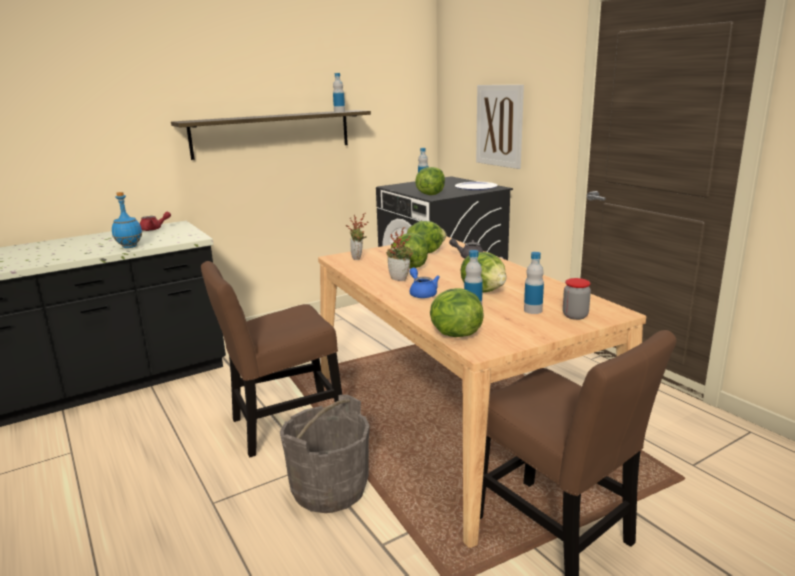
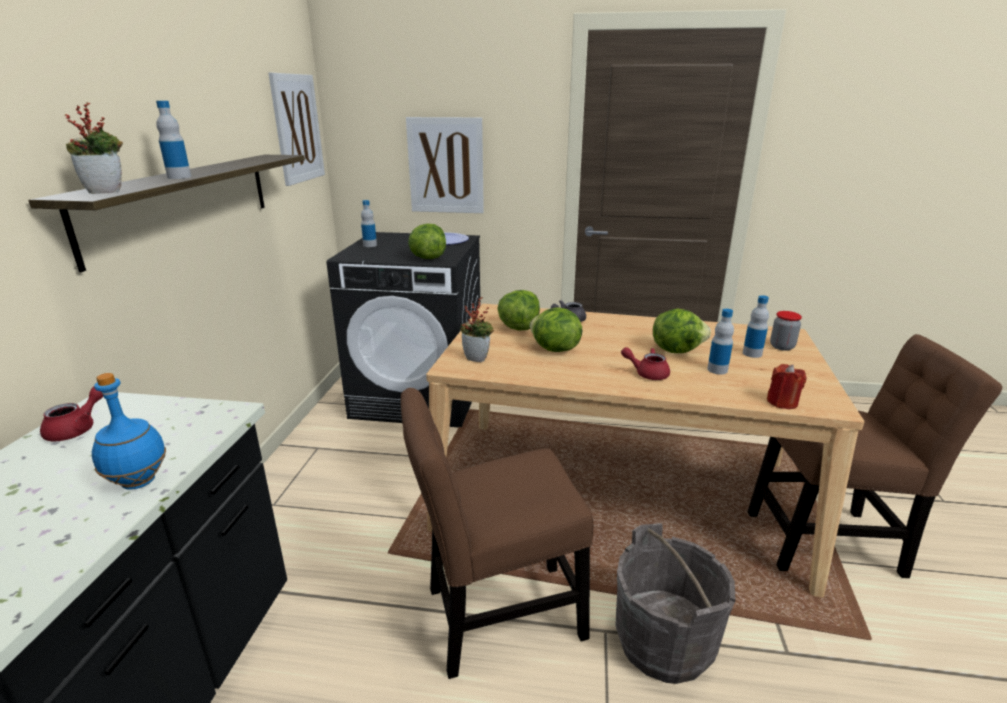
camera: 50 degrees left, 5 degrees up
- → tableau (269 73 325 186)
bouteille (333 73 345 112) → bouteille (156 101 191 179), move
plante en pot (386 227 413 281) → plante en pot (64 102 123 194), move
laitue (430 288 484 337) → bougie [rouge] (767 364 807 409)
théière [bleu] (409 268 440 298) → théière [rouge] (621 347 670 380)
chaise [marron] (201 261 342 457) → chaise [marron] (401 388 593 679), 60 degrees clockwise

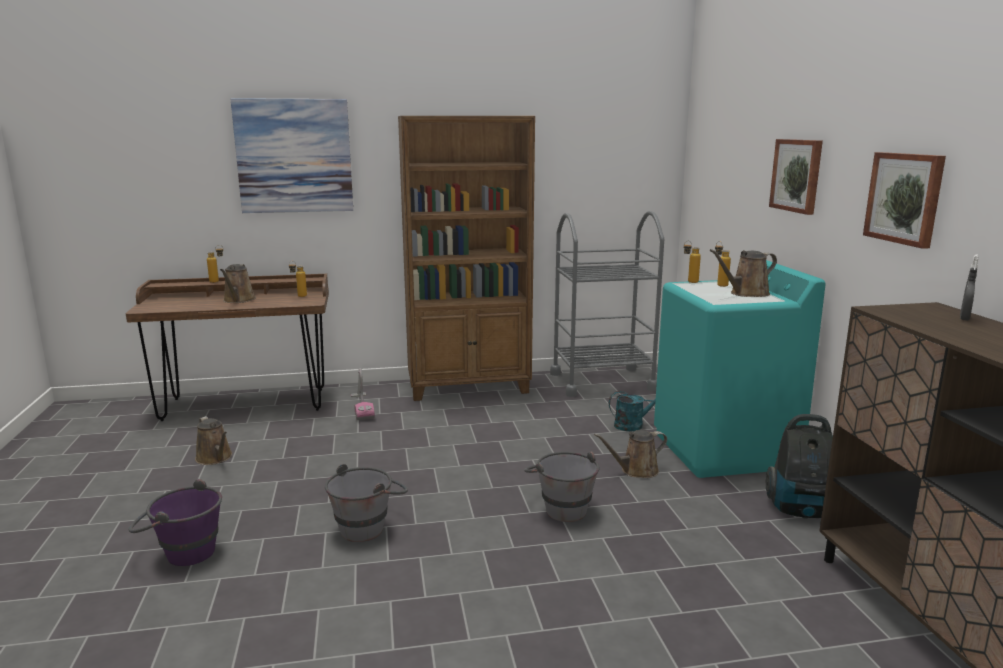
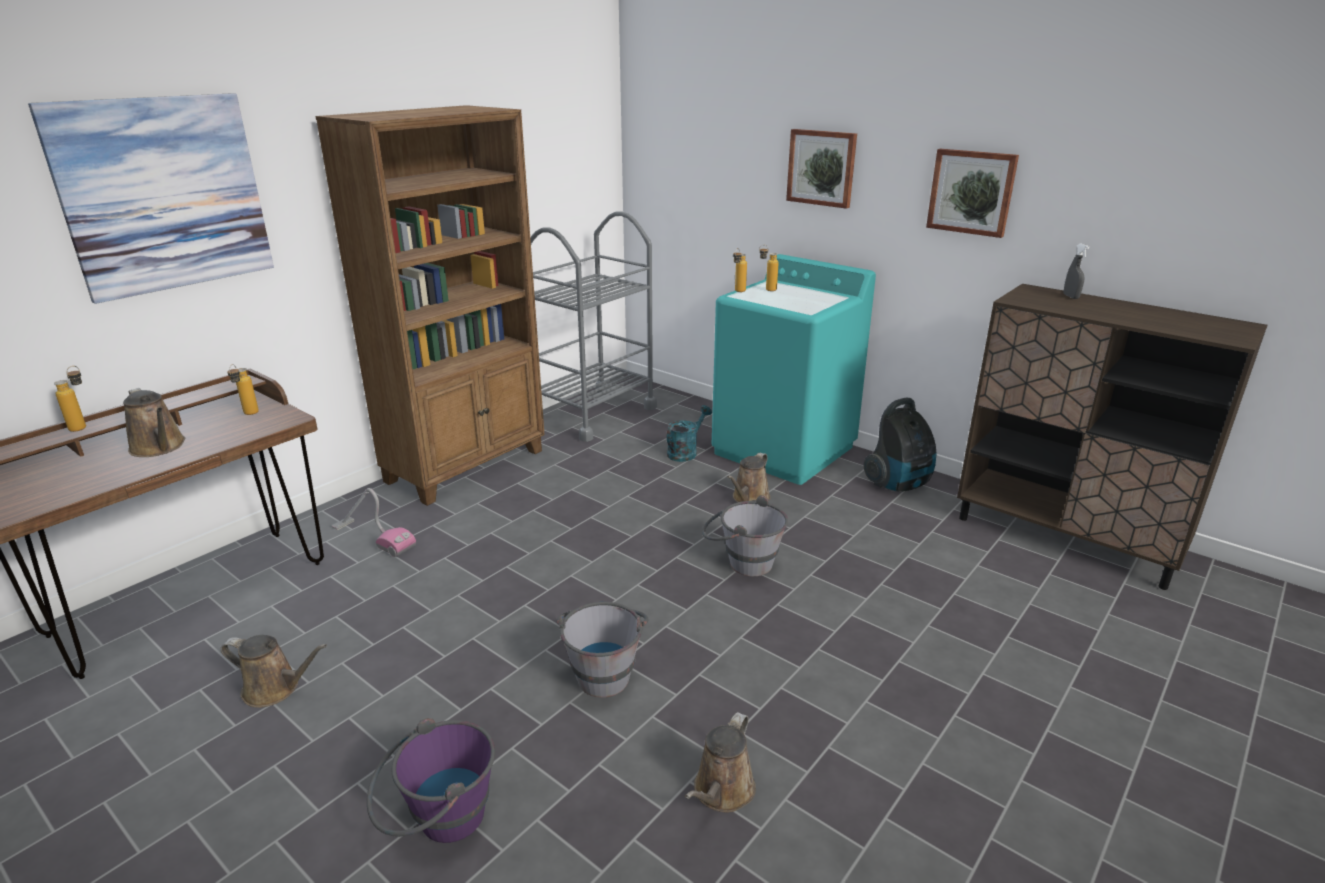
camera: 40 degrees left, 10 degrees up
arrosoir [marron] (710 249 777 297) → arrosoir [marron] (685 712 756 812), move

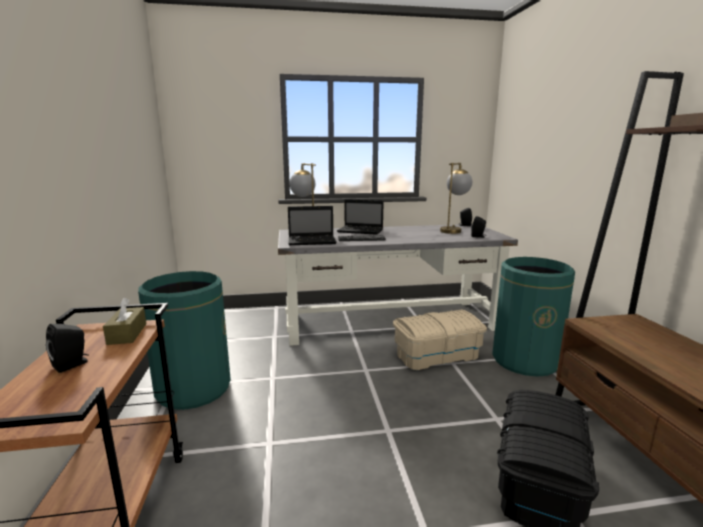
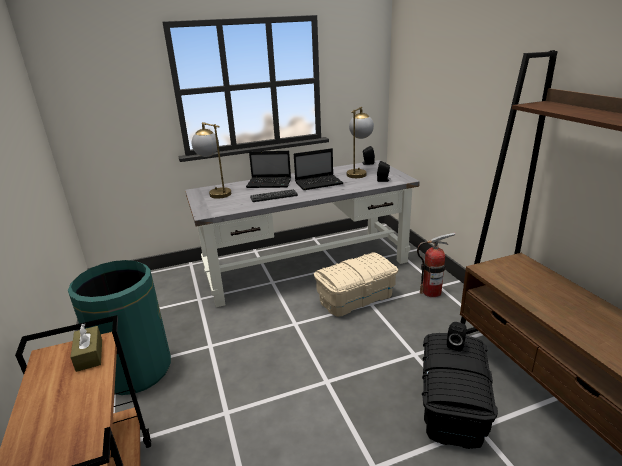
camera: 10 degrees left, 10 degrees up
enceinte [noir] (46 324 89 373) → enceinte [noir] (447 322 467 352), move
ordinateur portable (288 206 336 245) → ordinateur portable (294 148 343 190), move
poubelle [vert] (492 257 575 377) → extincteur (417 233 456 297)

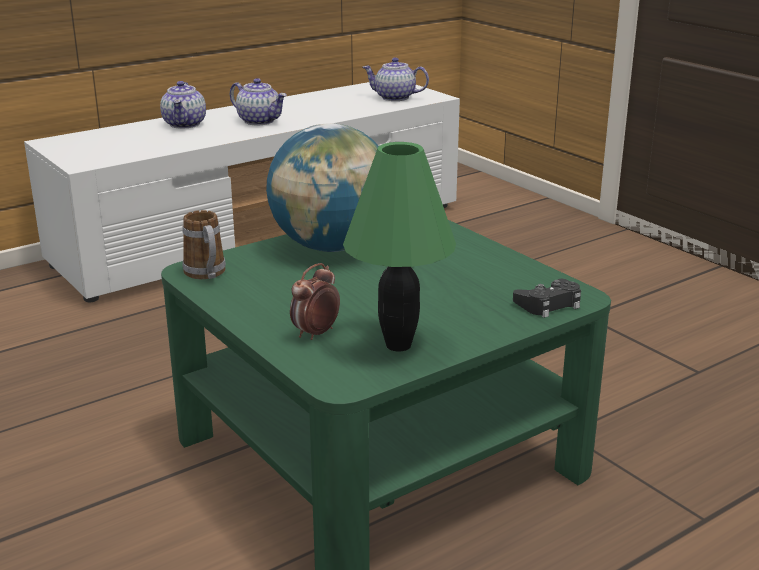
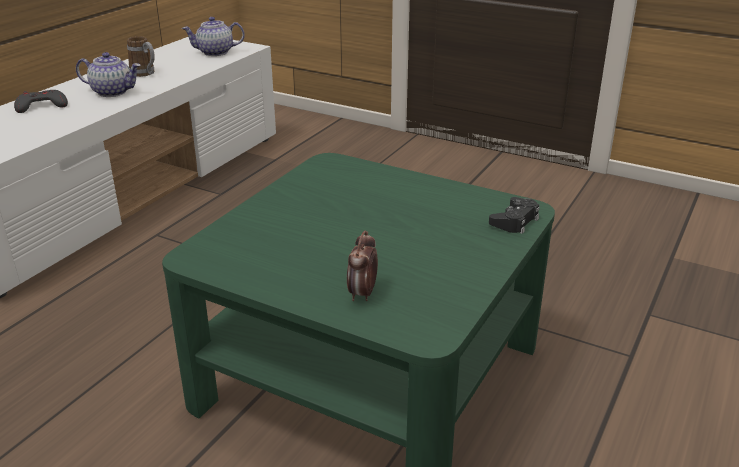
camera: 25 degrees left, 5 degrees up
globe (266 123 379 252) → -
lampe de table [vert] (343 142 456 351) → -
mug (183 210 226 279) → mug (127 36 155 77), move
théière (160 81 206 128) → manette [gris] (14 90 68 113)

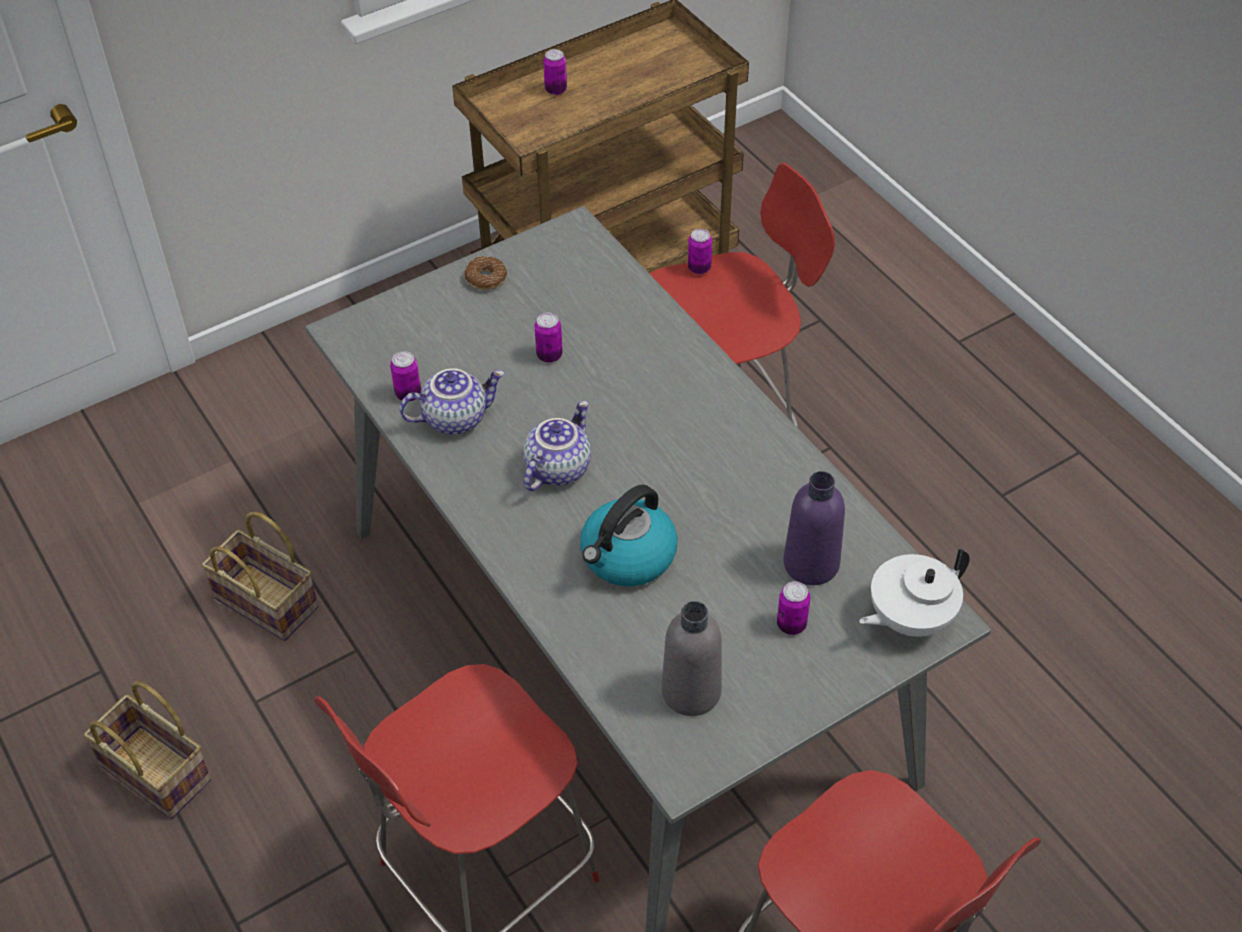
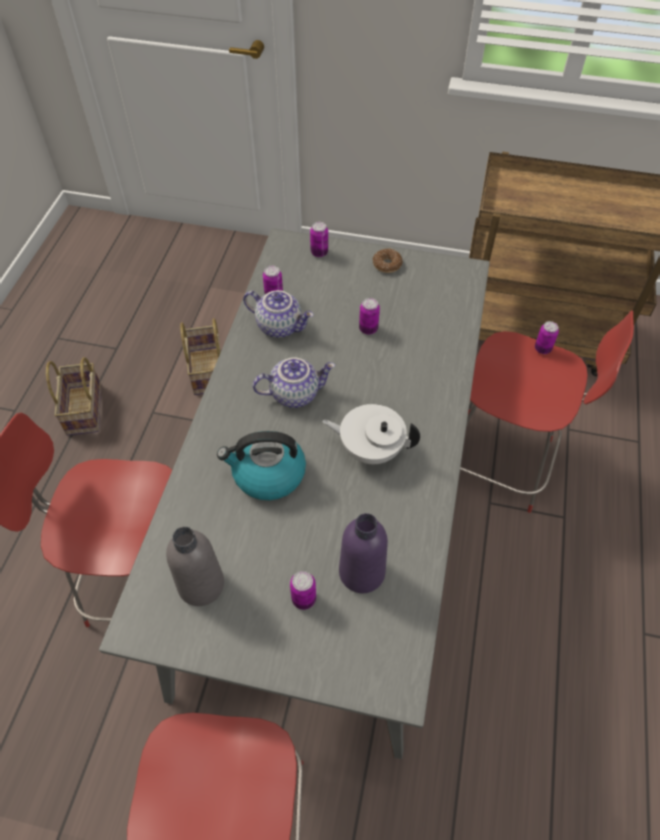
camera: 45 degrees right, 5 degrees up
boîte métallique (543 49 567 95) → boîte métallique (310 222 328 257), move
théière [blanc] (859 549 970 637) → théière [blanc] (322 404 420 464), move

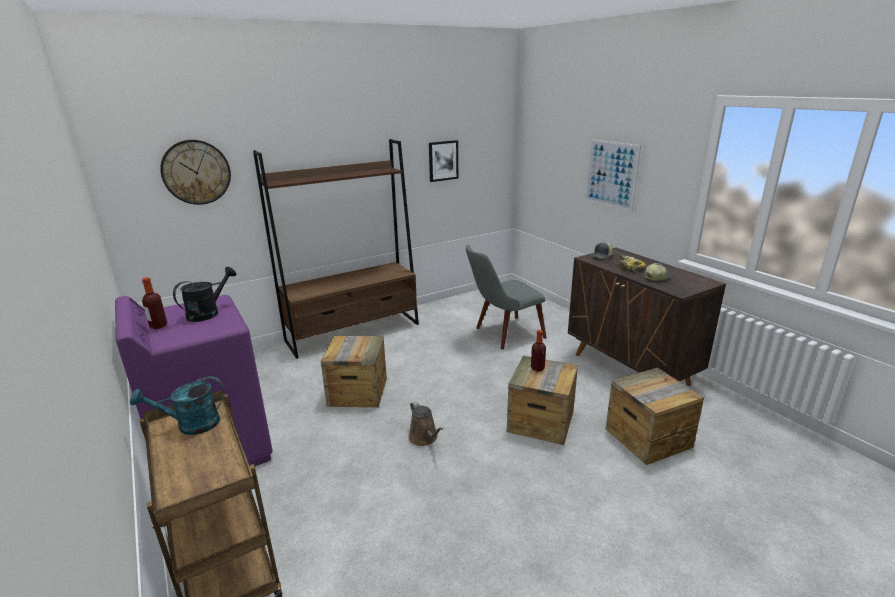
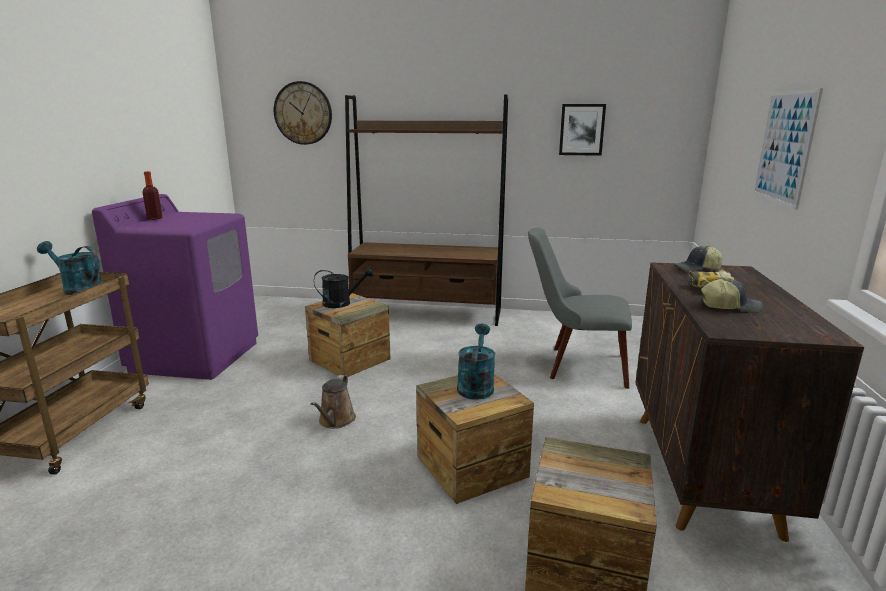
camera: 40 degrees right, 5 degrees down
arrosoir [noir] (173 267 236 322) → arrosoir [noir] (314 267 374 308), move
bouteille (531 330 546 372) → arrosoir [turquoise] (457 324 495 400)

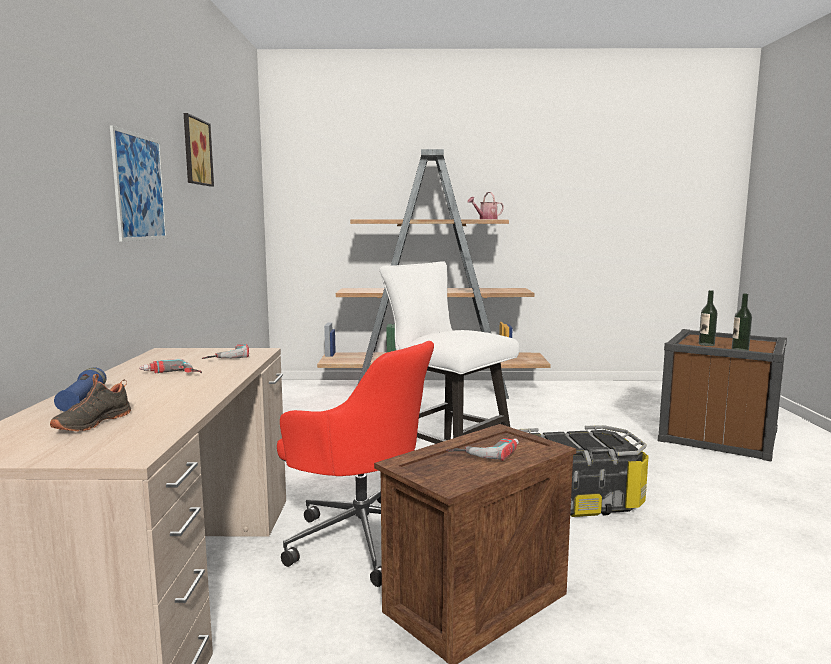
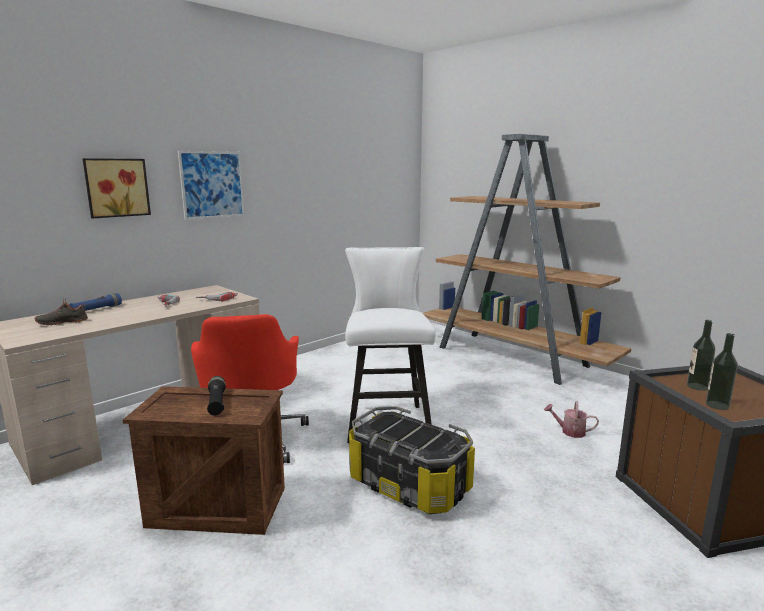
camera: 45 degrees right, 5 degrees up
tableau (184 113 214 187) → tableau (82 158 151 219), move
arrosoir (467 192 504 219) → arrosoir (544 401 599 438), move
perceuse (446 438 519 461) → lampe de poche [noir] (207 376 226 416)

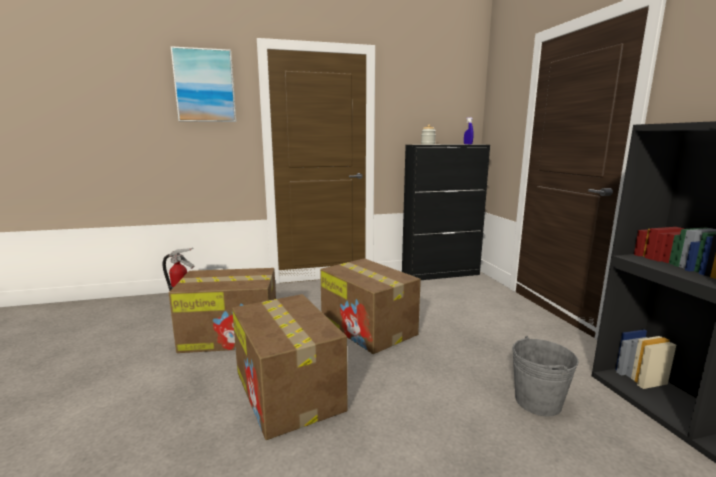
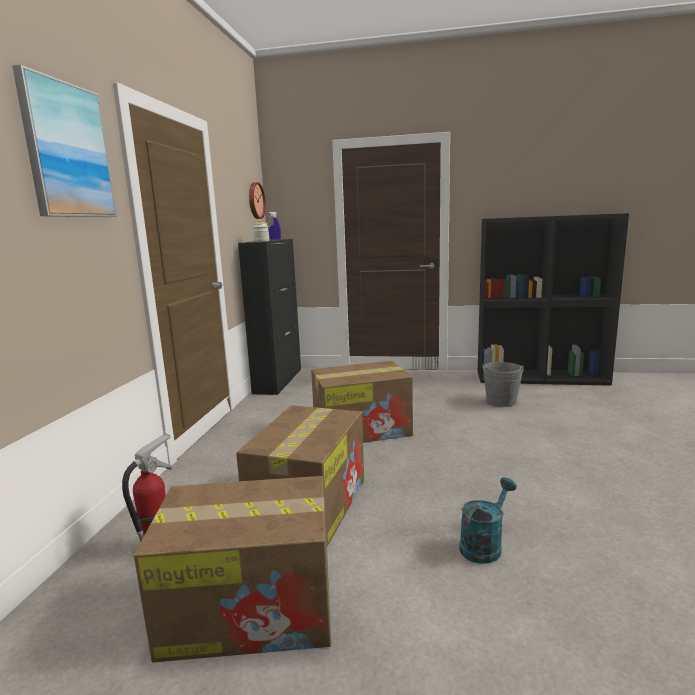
camera: 65 degrees left, 0 degrees up
- → horloge murale (249 182 266 219)
- → arrosoir [turquoise] (459 477 517 564)
carton (232 294 347 440) → carton (134 476 331 663), move

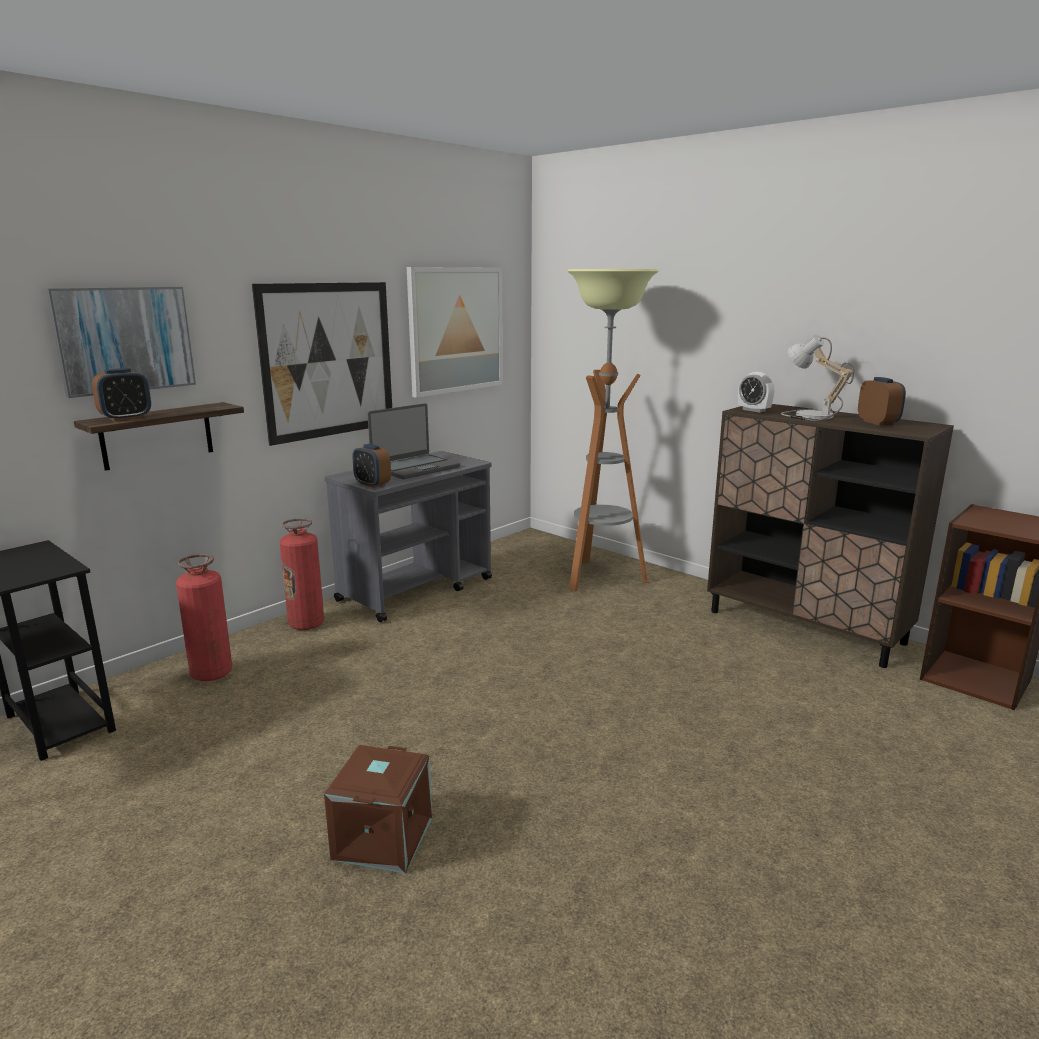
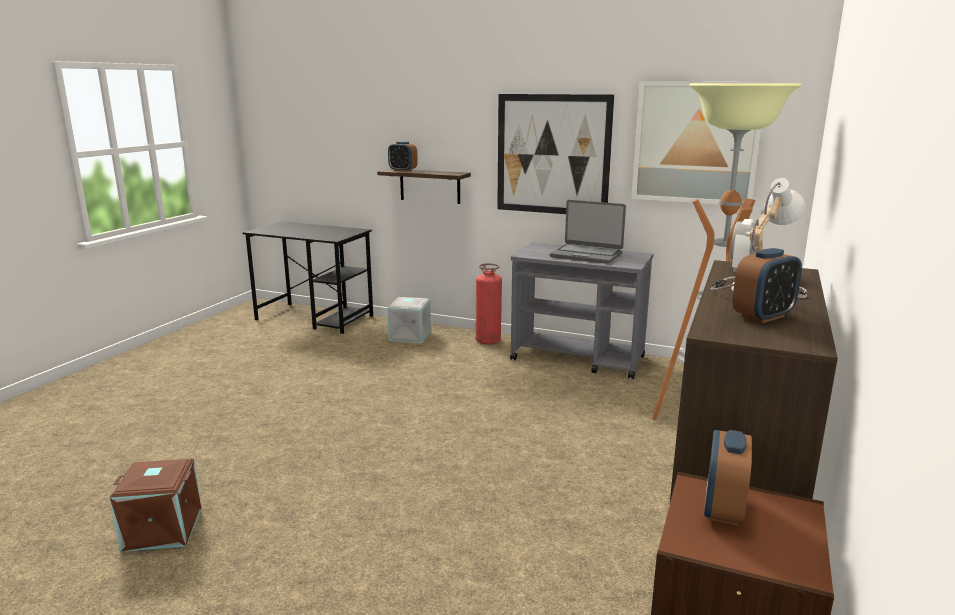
camera: 70 degrees right, 0 degrees up
tableau (46 287 196 398) → -
boîte de rangement [marron] (324 745 432 873) → boîte de rangement [marron] (110 459 202 552), move
réveil (353 444 391 488) → réveil (704 430 752 526), move
extincteur (176 554 232 681) → boîte de rangement [gris] (387 297 431 343)

